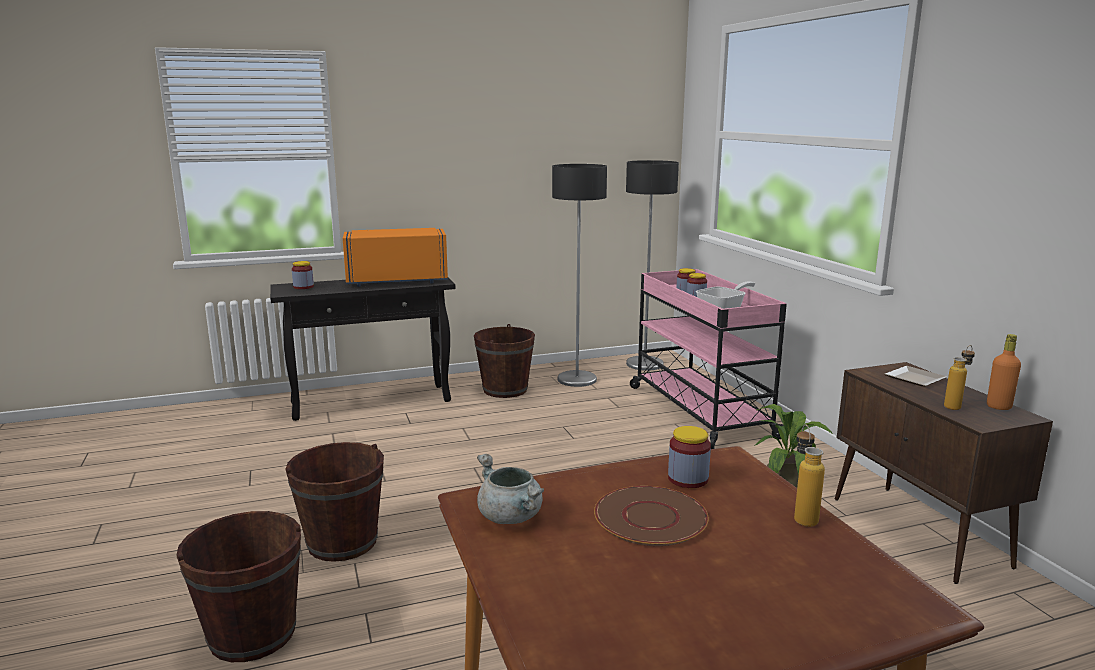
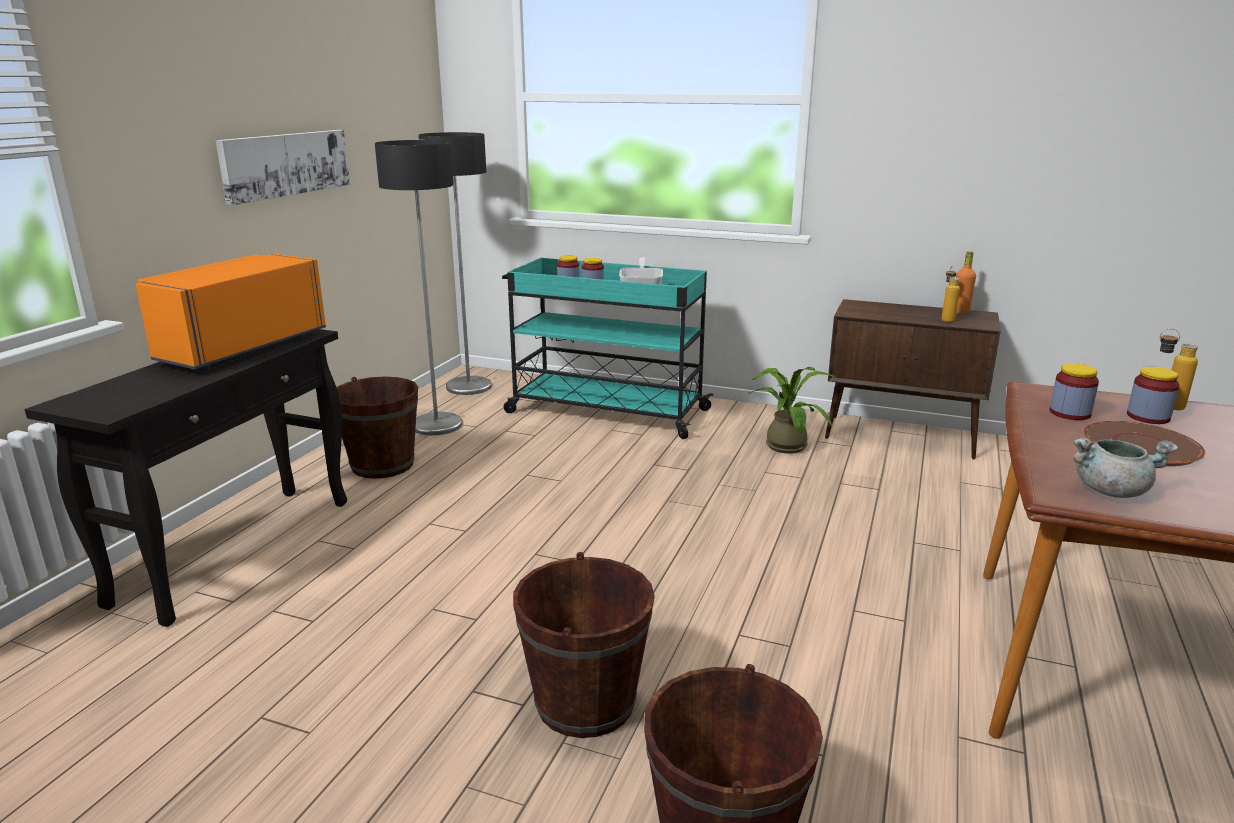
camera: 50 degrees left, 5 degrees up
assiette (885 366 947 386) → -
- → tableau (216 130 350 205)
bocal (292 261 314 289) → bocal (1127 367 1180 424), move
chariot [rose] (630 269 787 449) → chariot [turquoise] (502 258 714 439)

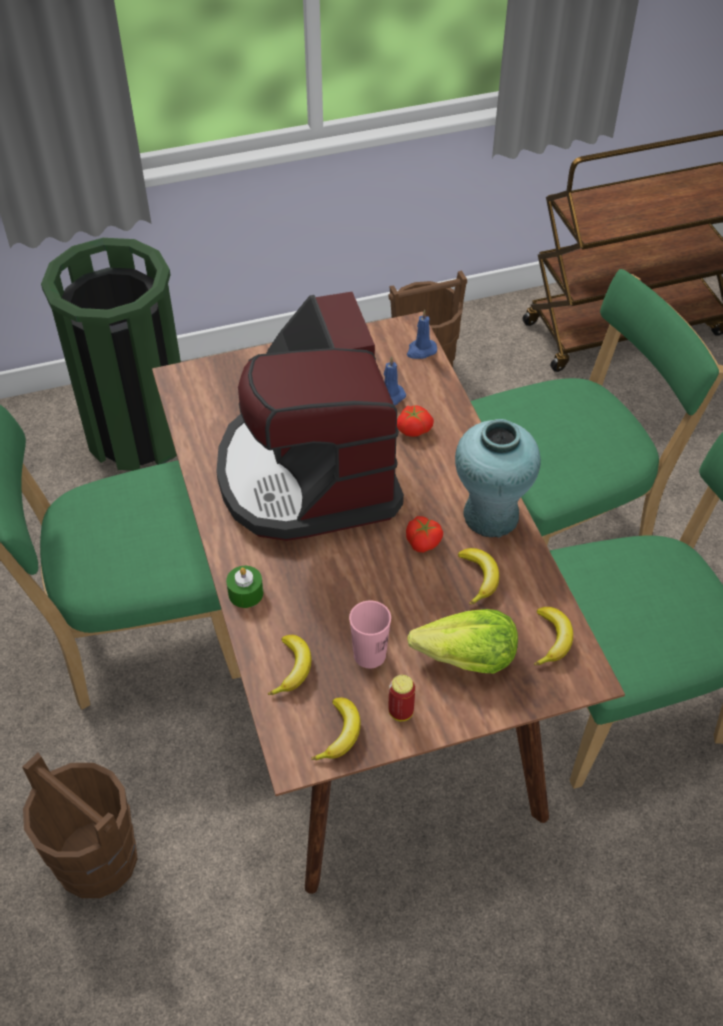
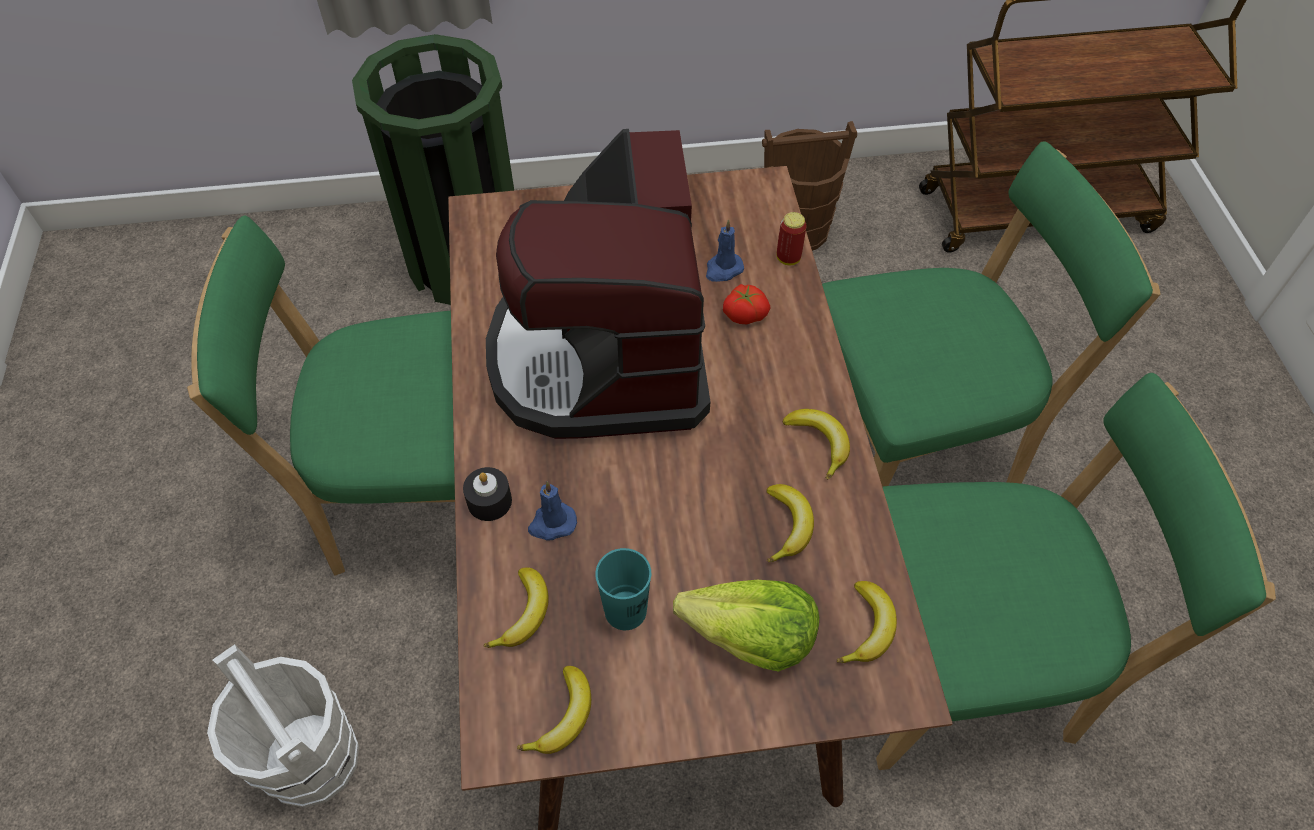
camera: 10 degrees right, 5 degrees up
tomate (406 516 443 553) → -
boîte métallique (388 675 415 721) → boîte métallique (777 212 807 265), move
bougie [bleu] (407 309 437 359) → bougie [bleu] (528 481 577 541), move
vase [turquoise] (455 419 541 538) → banane (782 409 850 480)
seau [marron] (22 753 137 898) → seau [blanc] (207 644 359 808)
bougie [vert] (226 566 263 608) → bougie [noir] (463 467 512 521)
tasse [rose] (349 601 391 668) → tasse [turquoise] (595 548 651 630)

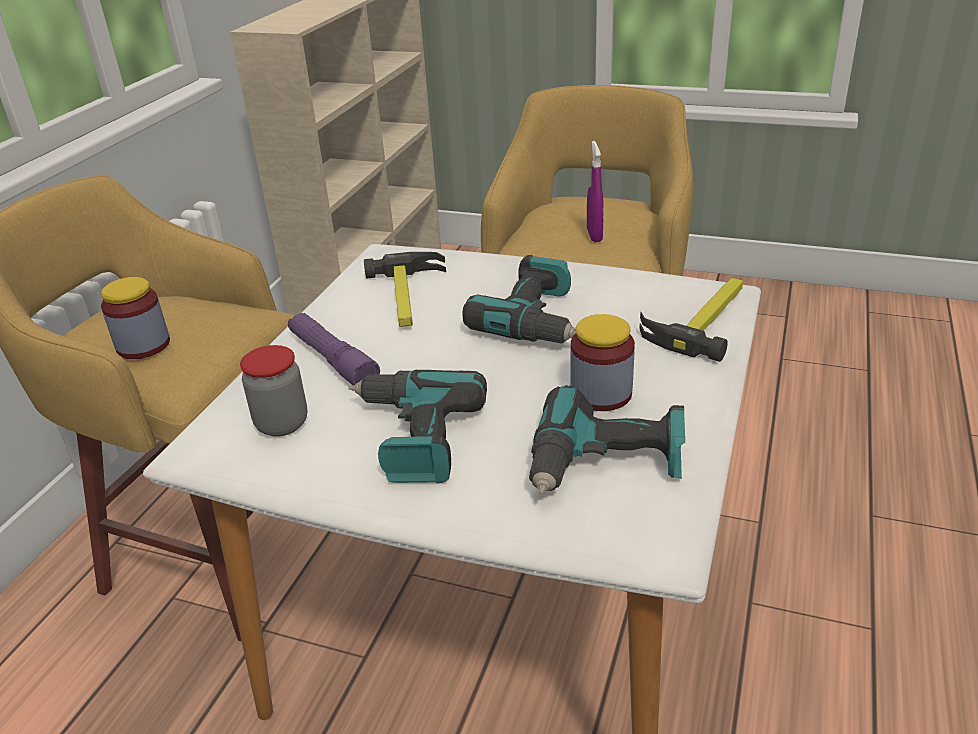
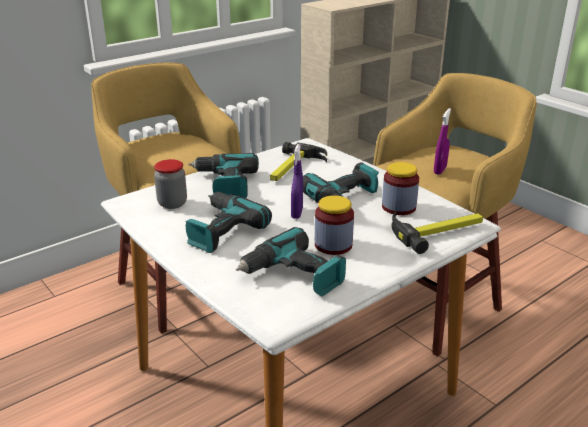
camera: 30 degrees right, 5 degrees down
- → vaporisateur [violet] (291 144 303 219)
bocal (101 277 170 359) → bocal (382 162 419 215), move
lampe de poche [violet] (288 313 380 386) → perceuse (188 153 259 198)

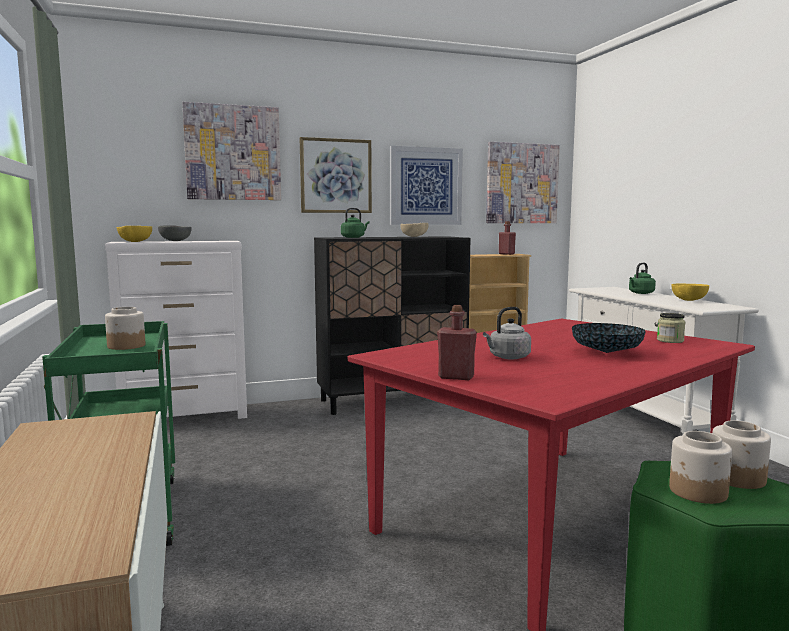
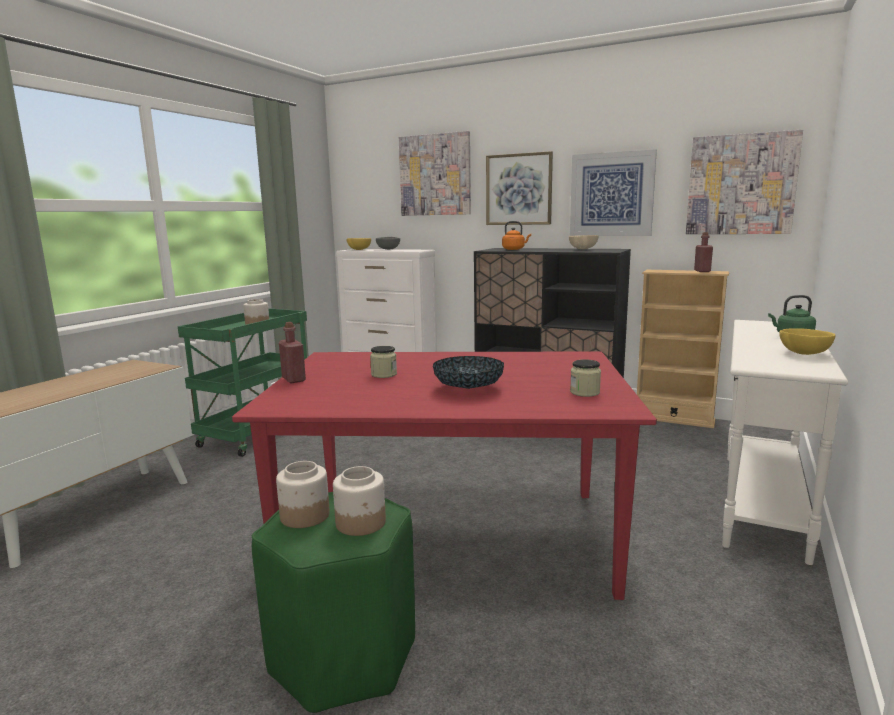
camera: 45 degrees right, 5 degrees up
bouilloire [gris] (483 307 531 359) → bocal (370 346 397 378)
bouilloire [vert] (341 208 370 238) → bouilloire [orange] (502 221 531 250)

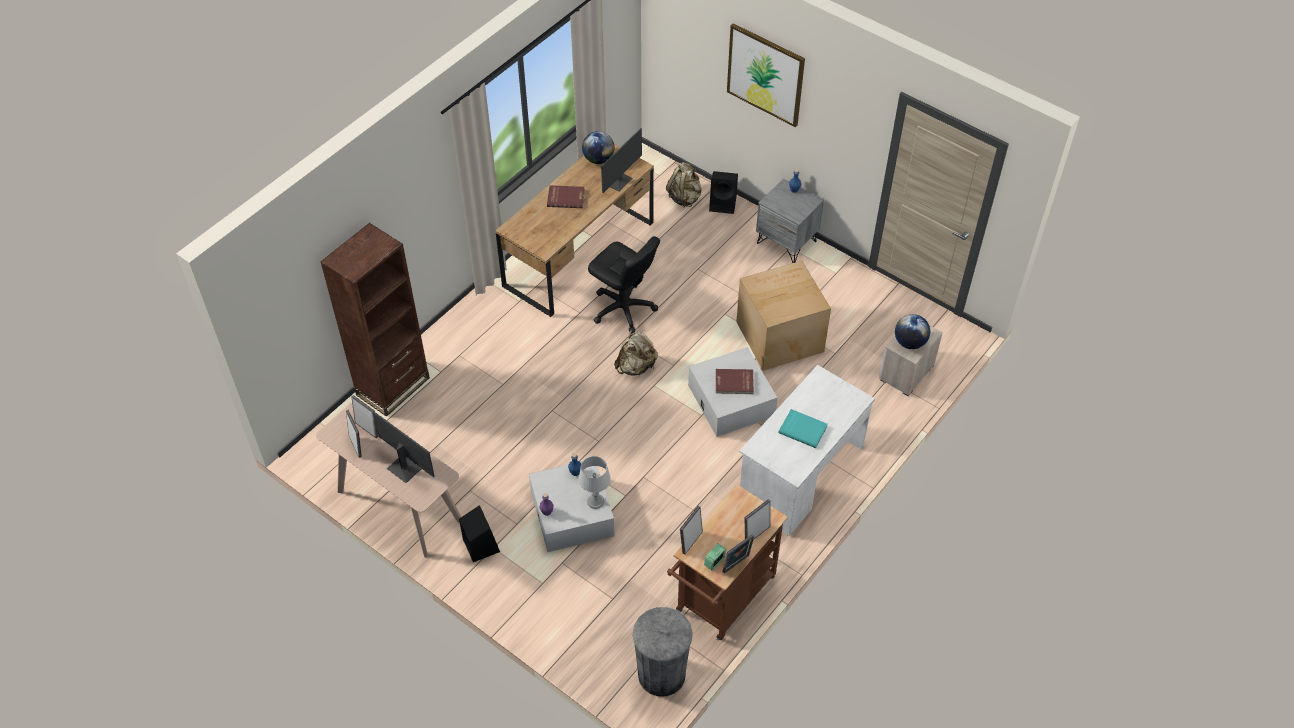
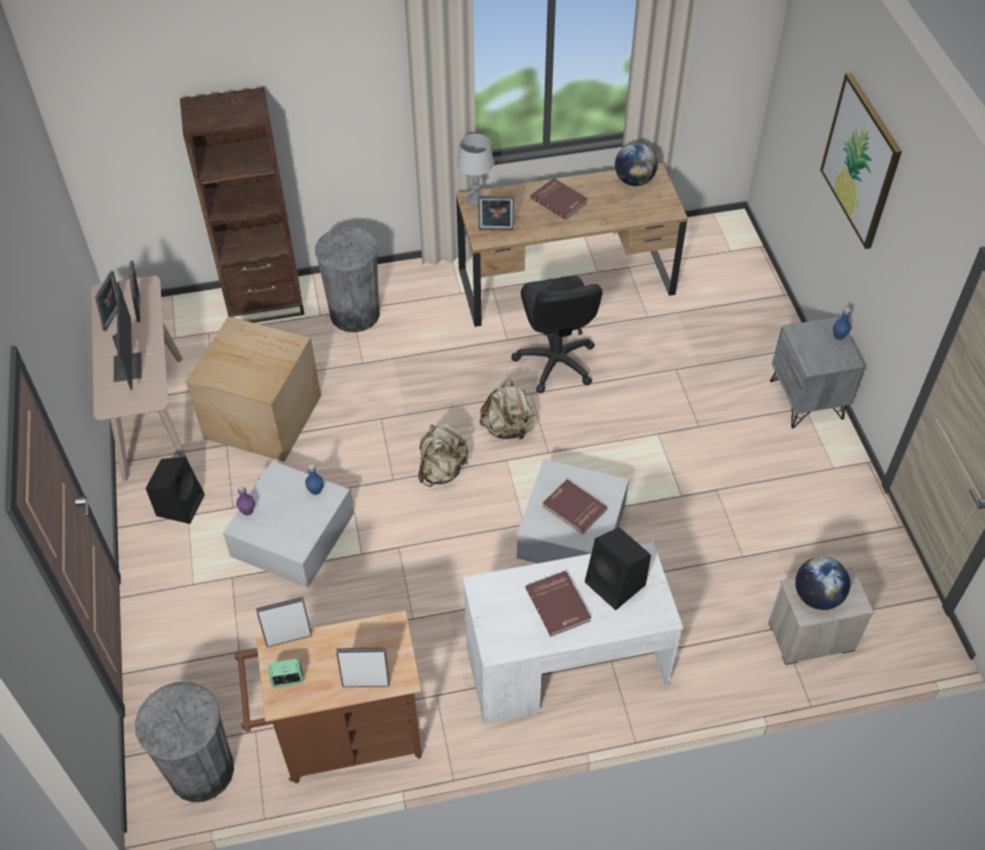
camera: 40 degrees right, 0 degrees up
écran d'ordinateur (601 128 642 193) → -
- → poubelle [gris] (315 226 380 332)
lampe de table [gris] (578 456 611 509) → lampe de table [gris] (457 134 494 207), move
sac à dos [beige] (666 162 702 207) → sac à dos [beige] (418 423 468 487), move
enceinte [noir] (709 171 738 214) → enceinte [noir] (585 527 651 610), move
cadre photo (722 534 754 574) → cadre photo (478 196 514 231), move
carton (736 261 831 371) → carton (186 316 321 462), move
livre [turquoise] (778 409 828 448) → livre [rouge] (526 571 591 636)

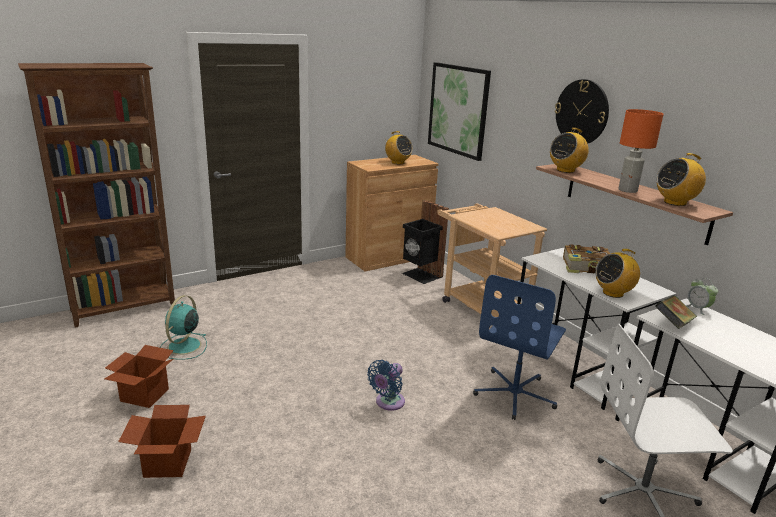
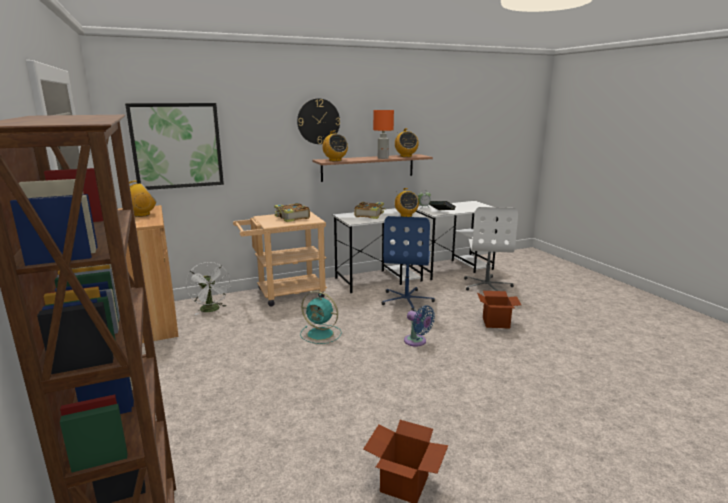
camera: 80 degrees left, 5 degrees down
- → livre (274 203 310 222)
carton (118 405 206 478) → carton (477 291 521 329), move
ventilateur [turquoise] (160 295 207 360) → ventilateur [turquoise] (300 291 342 344), move
poubelle [noir] (402 200 449 284) → ventilateur [blanc] (186 262 230 315)
chaise de bureau [bleu] (473 275 566 420) → chaise de bureau [bleu] (382 216 435 311), 60 degrees clockwise

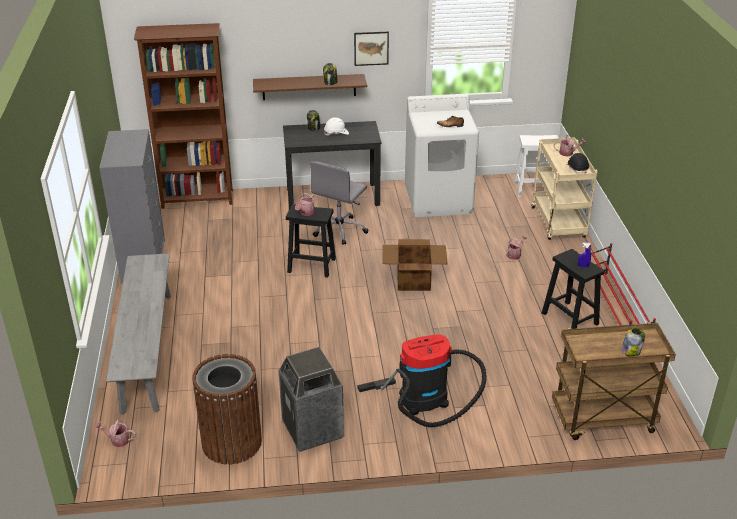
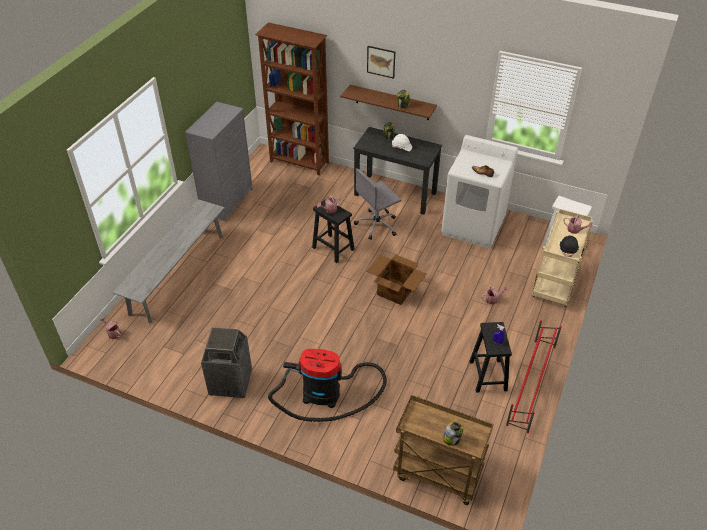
camera: 30 degrees right, 10 degrees up
poubelle [marron] (192 354 262 465) → -
tableau (354 32 389 66) → tableau (367 46 395 79), move

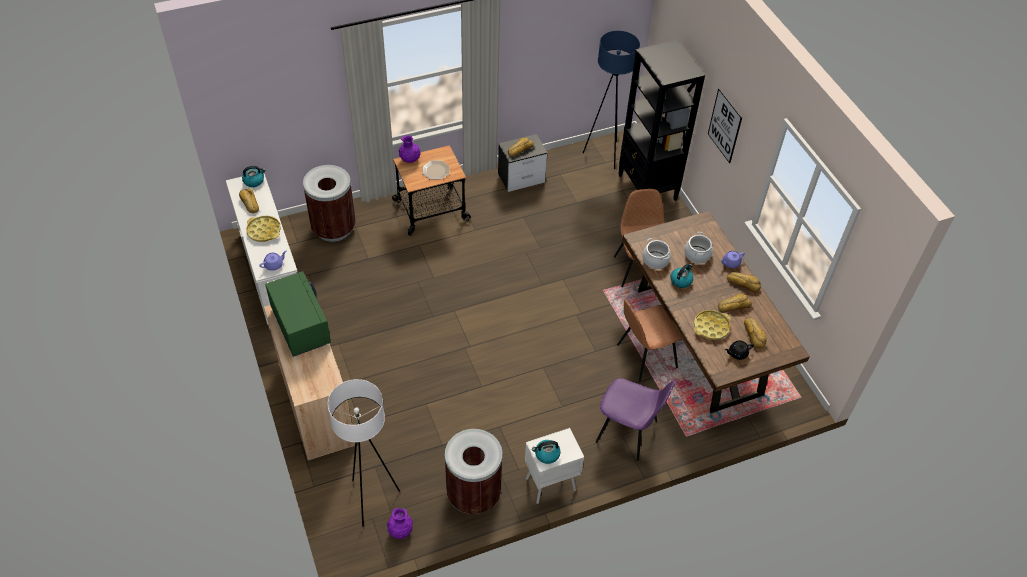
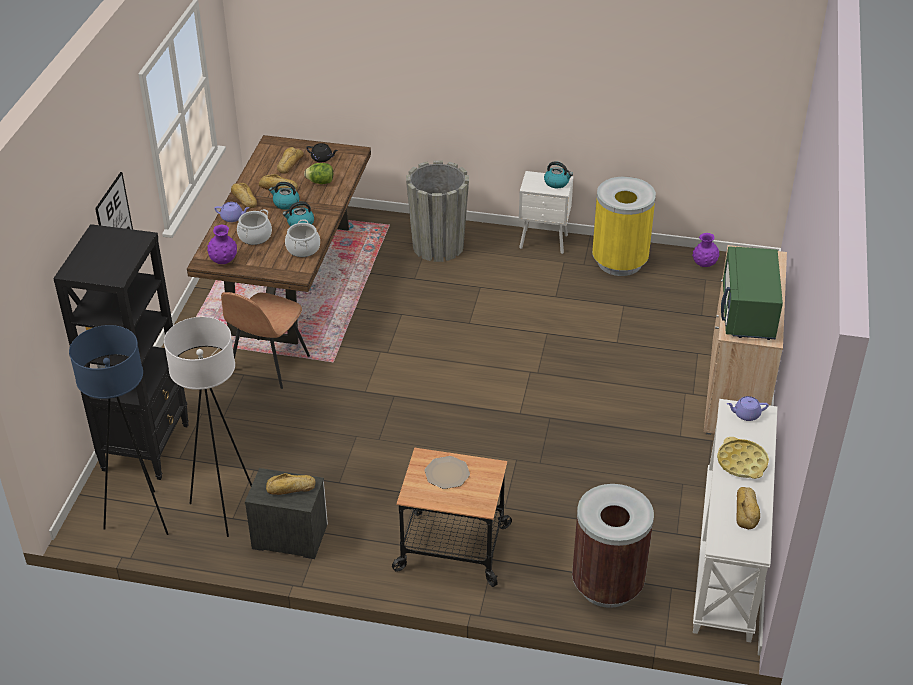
camera: 145 degrees left, 10 degrees down
chaise [marron] (617 299 682 381) → -
bouilloire (242 166 266 187) → bouilloire (269 182 300 210), move
lampadaire [blanc] (327 379 400 526) → lampadaire [blanc] (164 317 252 537), move
vase [violet] (399 135 421 163) → vase [violet] (207 225 237 264), move
chaise [violet] (596 378 676 461) → cache-pot [gris] (406 160 469 262)
plateau [jaune] (694 310 730 340) → laitue (304 163 333 184)
poubelle [marron] (445 429 502 514) → poubelle [jaune] (592 176 656 276)

